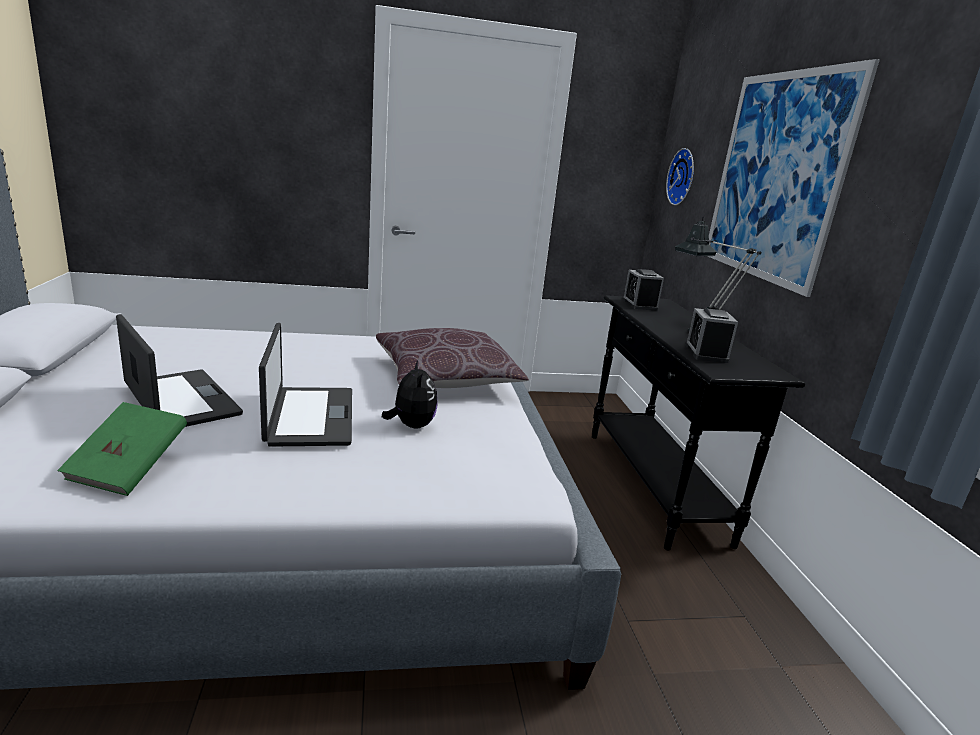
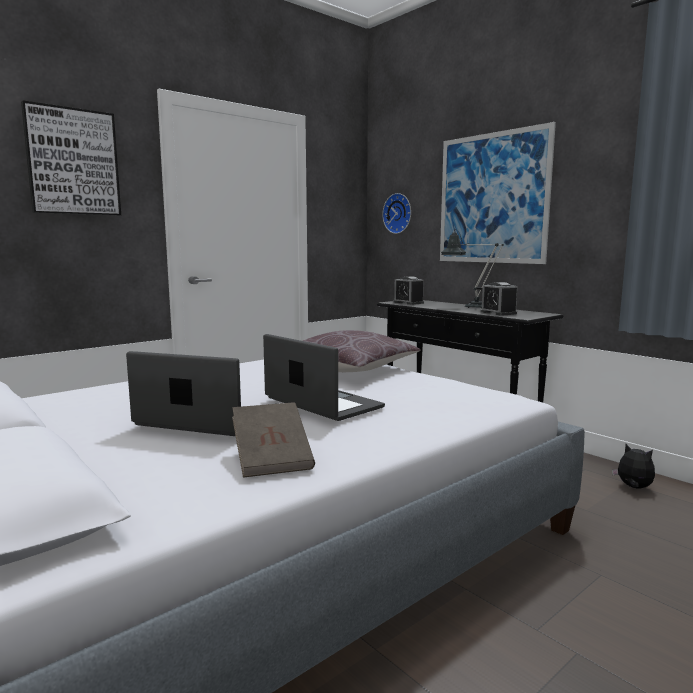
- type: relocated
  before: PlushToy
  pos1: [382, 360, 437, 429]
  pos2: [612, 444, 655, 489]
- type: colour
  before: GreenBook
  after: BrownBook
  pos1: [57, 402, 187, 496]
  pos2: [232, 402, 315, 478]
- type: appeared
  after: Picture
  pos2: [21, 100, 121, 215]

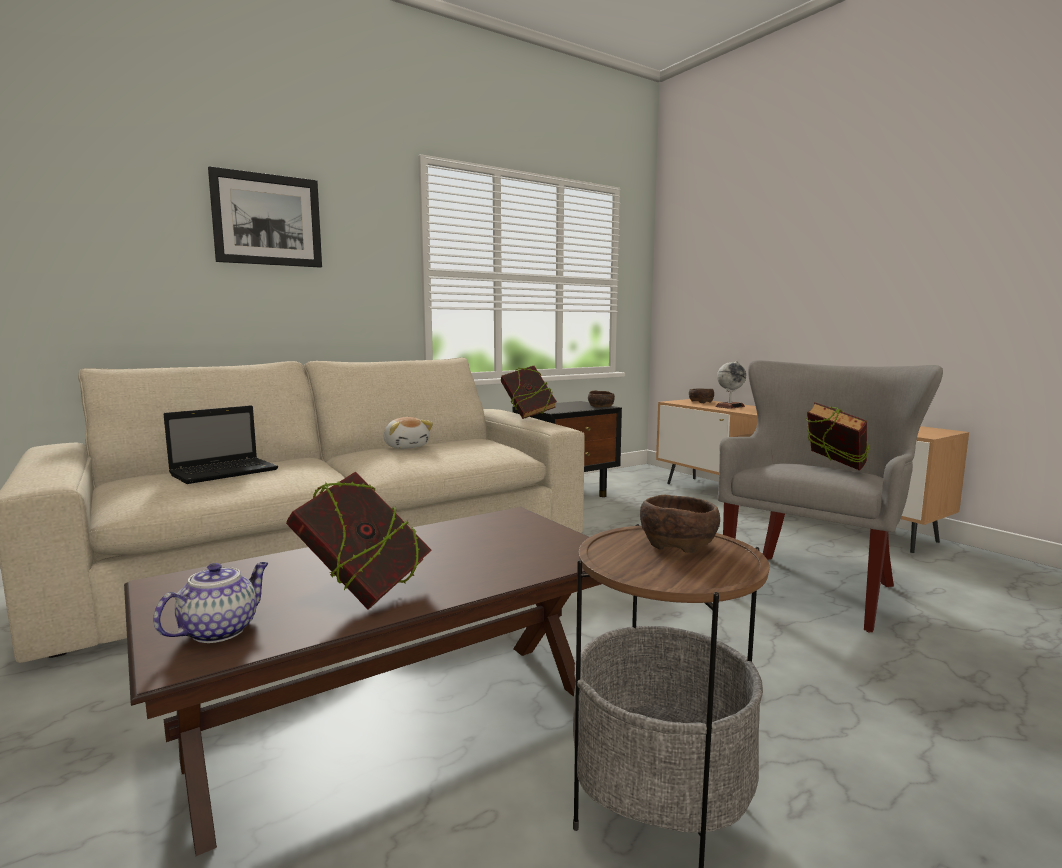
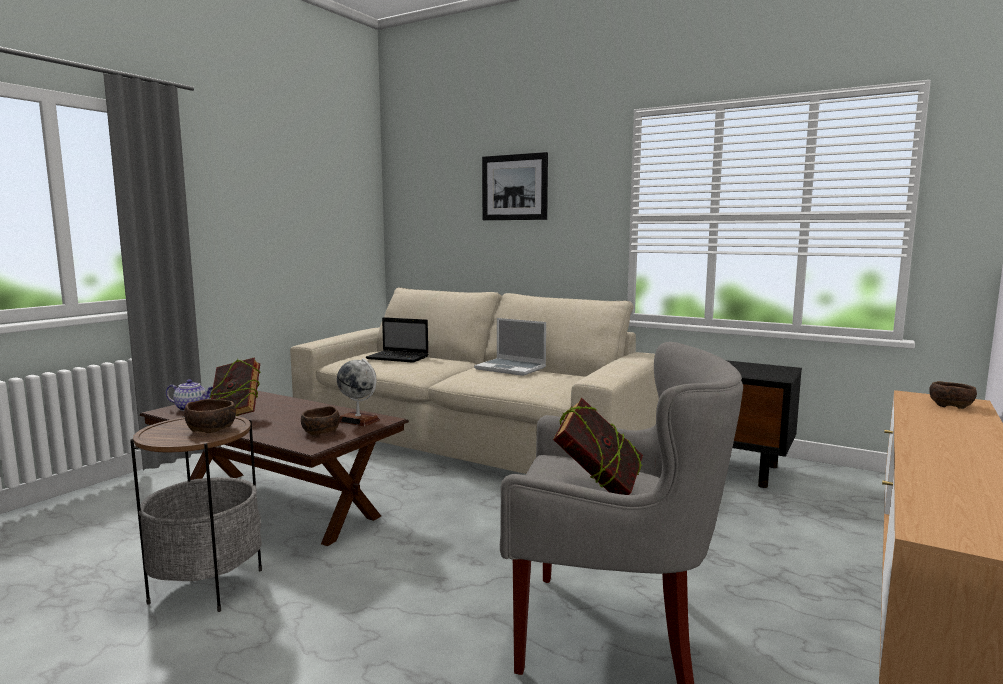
- type: relocated
  before: Globe
  pos1: [715, 360, 746, 409]
  pos2: [337, 358, 380, 426]
- type: missing
  before: Book
  pos1: [501, 366, 557, 419]
- type: relocated
  before: BrownBowl
  pos1: [588, 390, 615, 408]
  pos2: [301, 406, 340, 436]
- type: exchanged
  before: PlushToy
  after: Laptop
  pos1: [384, 417, 433, 449]
  pos2: [474, 318, 546, 376]

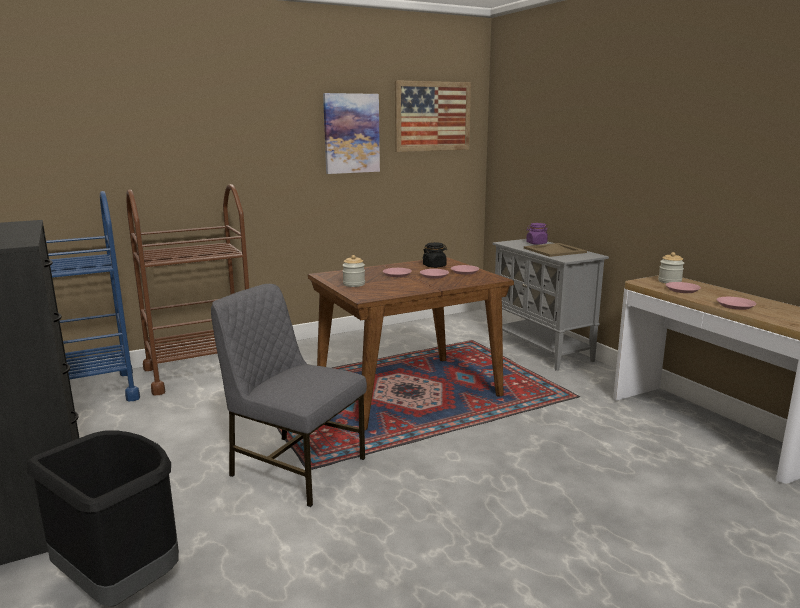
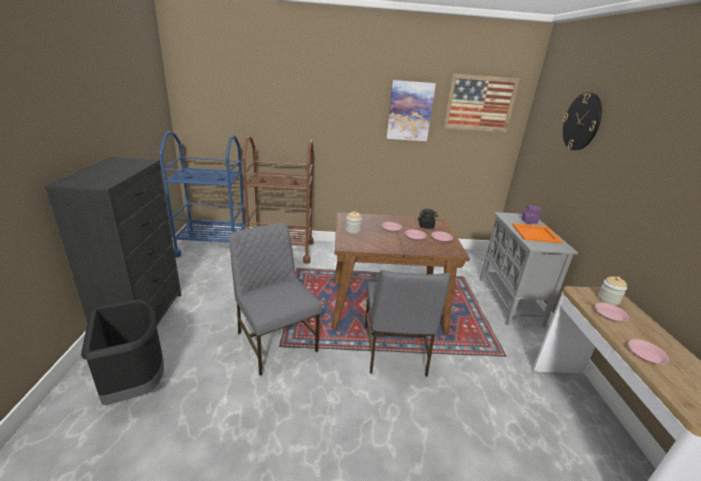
- type: colour
  before: BeigeTray
  after: OrangeTray
  pos1: [524, 243, 587, 257]
  pos2: [512, 223, 562, 243]
- type: appeared
  after: WallClock
  pos2: [563, 92, 602, 150]
- type: appeared
  after: GreyChair
  pos2: [364, 270, 451, 377]

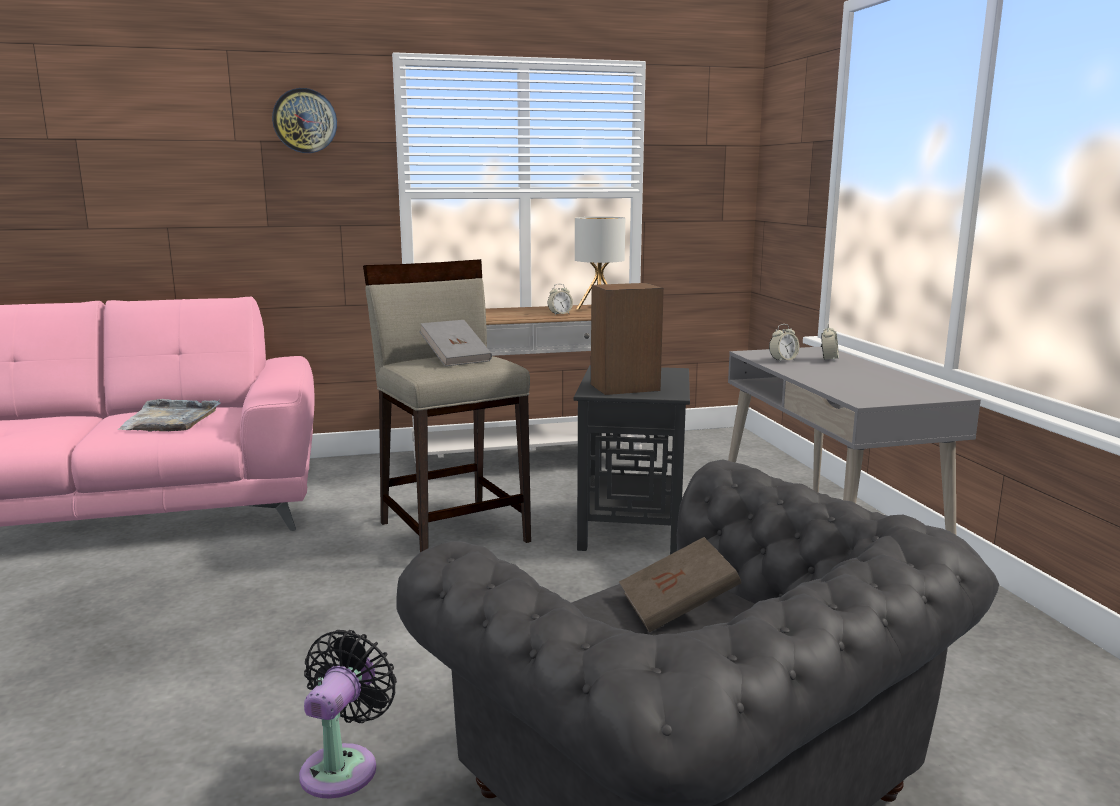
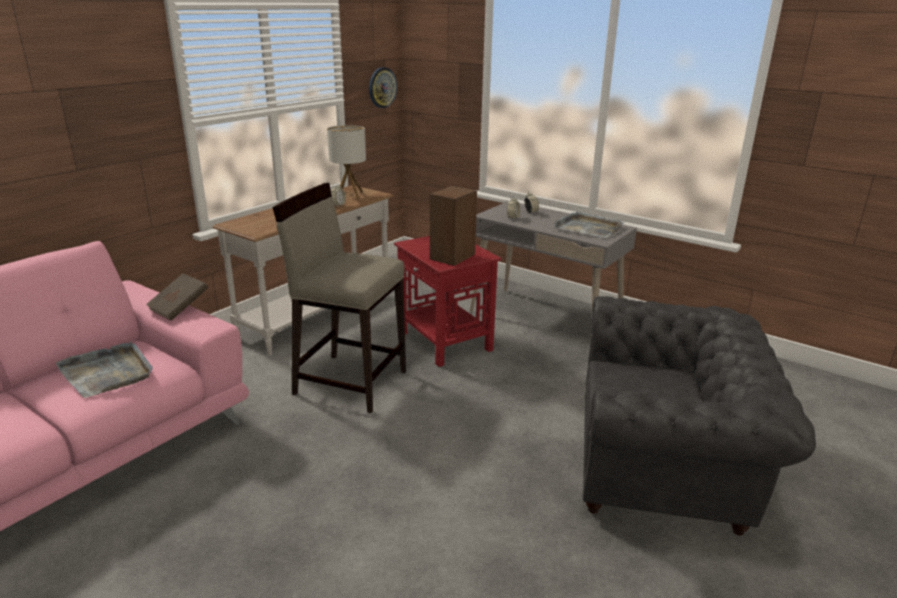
- type: relocated
  before: WallClock
  pos1: [272, 88, 337, 153]
  pos2: [369, 67, 397, 108]
- type: missing
  before: GreyBook
  pos1: [419, 320, 492, 366]
- type: colour
  before: BlackSideTable
  after: RedSideTable
  pos1: [574, 365, 690, 555]
  pos2: [394, 236, 502, 367]
- type: relocated
  before: BrownBook
  pos1: [619, 537, 741, 632]
  pos2: [146, 273, 208, 321]
- type: missing
  before: BlackFan
  pos1: [299, 630, 397, 799]
- type: appeared
  after: GreyTray
  pos2: [553, 211, 623, 238]

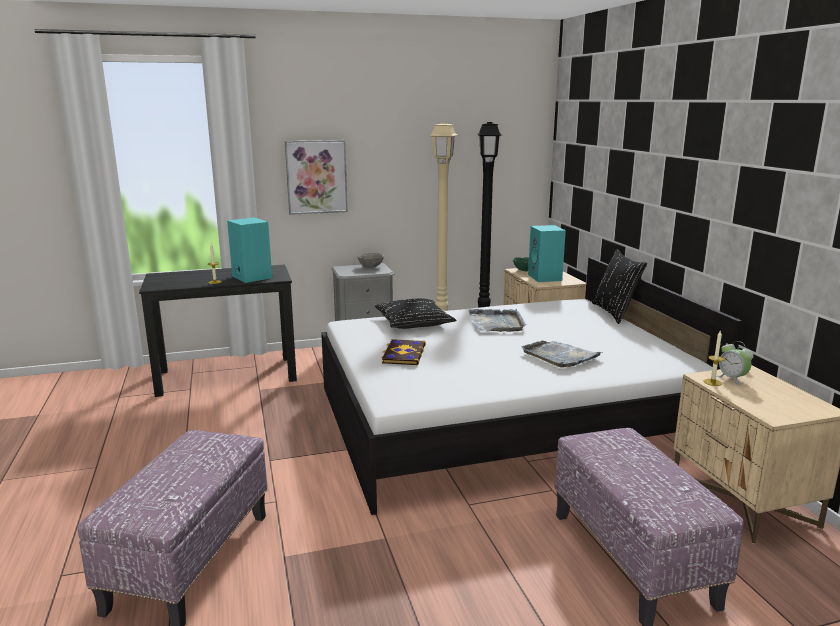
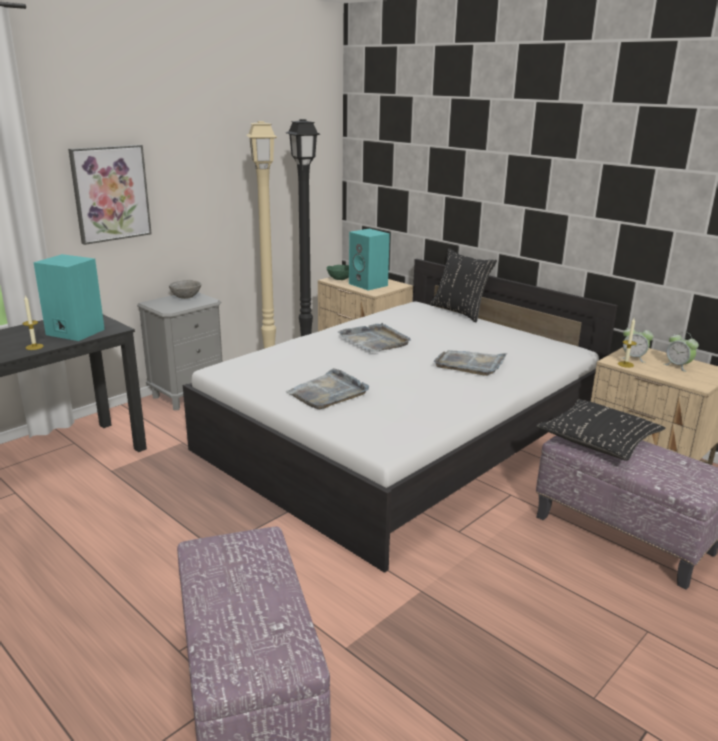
- type: relocated
  before: BlackPillow
  pos1: [374, 298, 456, 329]
  pos2: [536, 399, 665, 461]
- type: exchanged
  before: Book
  after: GreyTray
  pos1: [381, 339, 426, 365]
  pos2: [285, 368, 369, 410]
- type: appeared
  after: AlarmClock
  pos2: [664, 332, 699, 372]

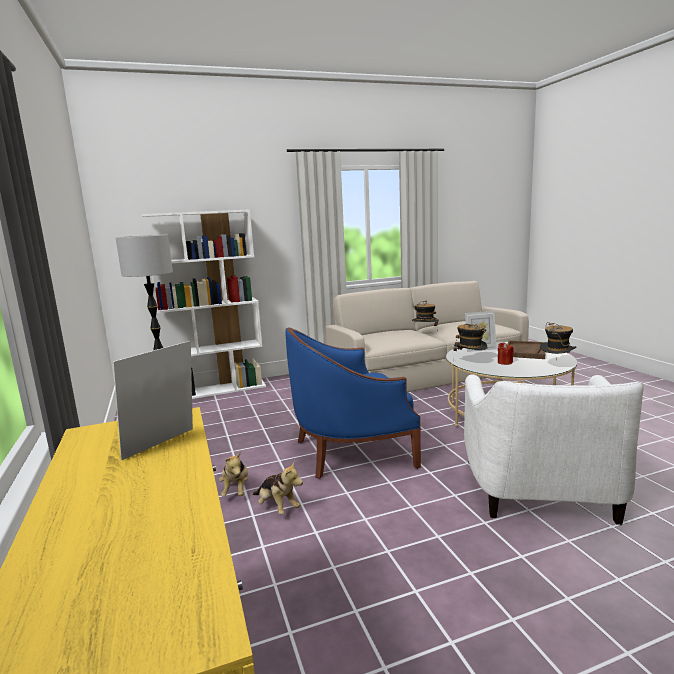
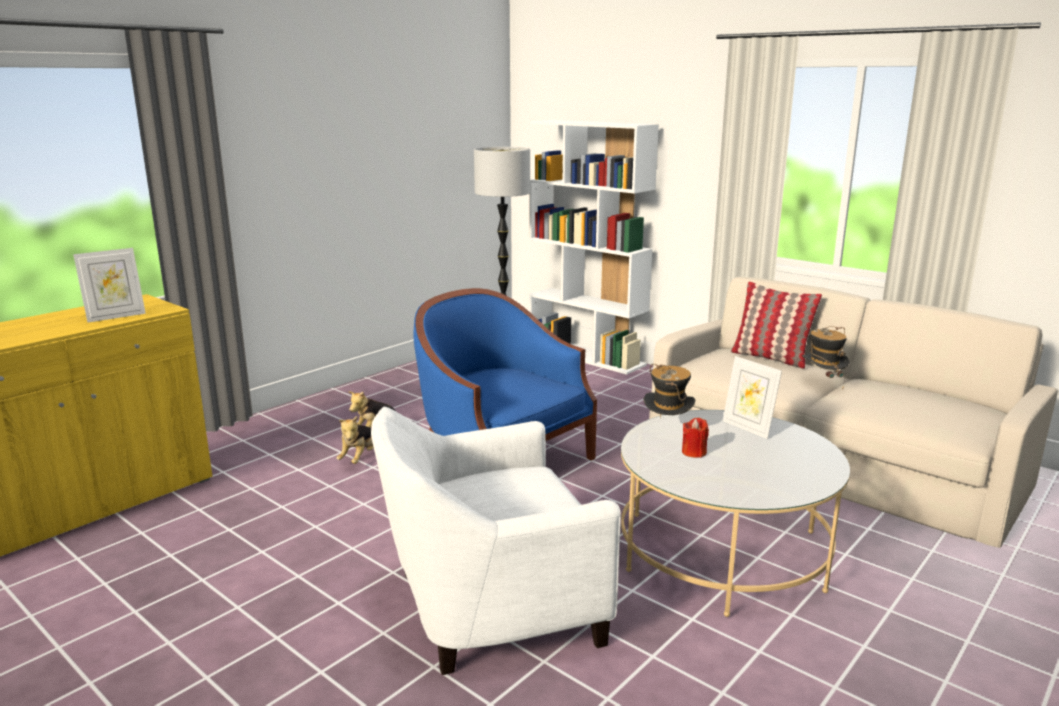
- type: missing
  before: Hat
  pos1: [540, 322, 576, 361]
- type: missing
  before: BrownTray
  pos1: [507, 340, 546, 359]
- type: spun
  before: PictureFrame
  pos1: [113, 341, 193, 460]
  pos2: [73, 248, 146, 323]
  turn: 135
- type: appeared
  after: Pillow
  pos2: [731, 281, 822, 369]

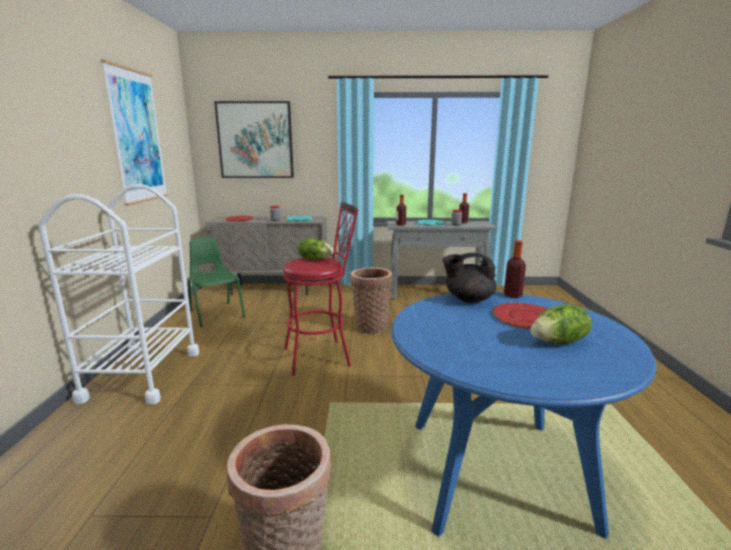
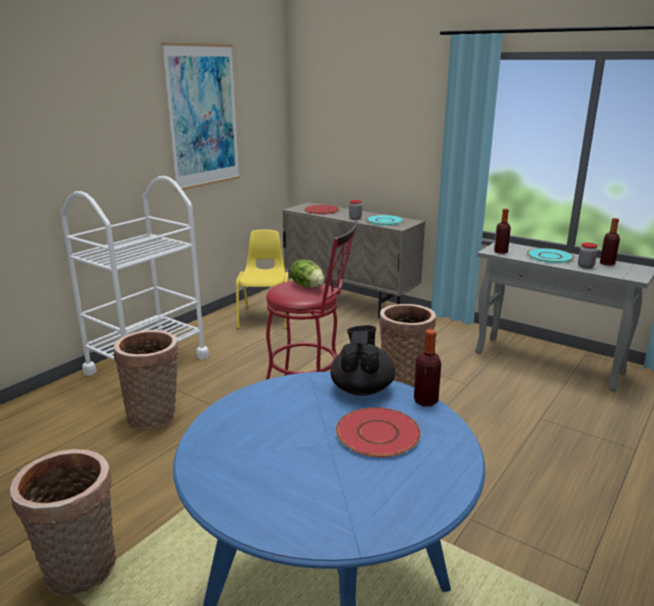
- type: missing
  before: Picture
  pos1: [214, 101, 294, 178]
- type: colour
  before: GreenChair
  after: YellowChair
  pos1: [188, 237, 246, 327]
  pos2: [236, 229, 289, 329]
- type: spun
  before: BlackTeapot
  pos1: [443, 253, 497, 303]
  pos2: [330, 325, 395, 396]
  turn: 60
- type: missing
  before: Lettuce
  pos1: [531, 304, 592, 344]
- type: appeared
  after: Basket
  pos2: [114, 330, 179, 430]

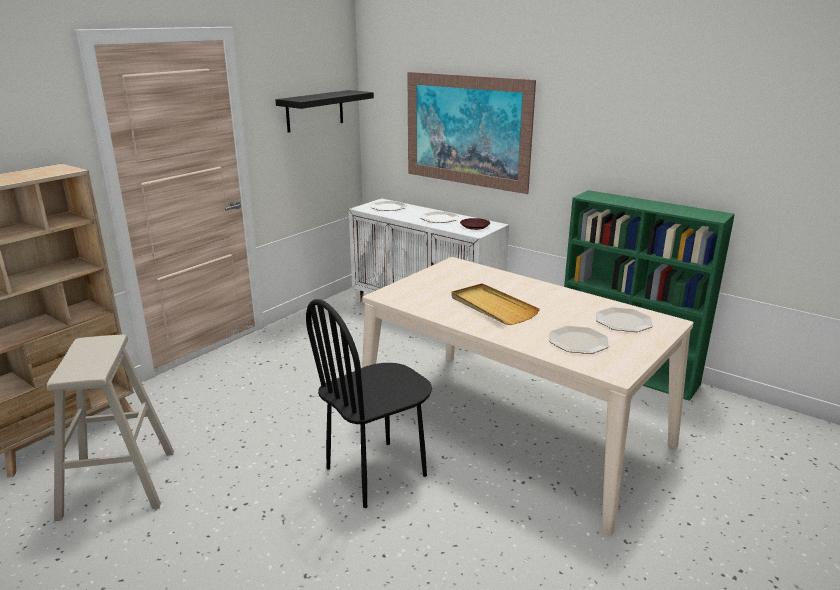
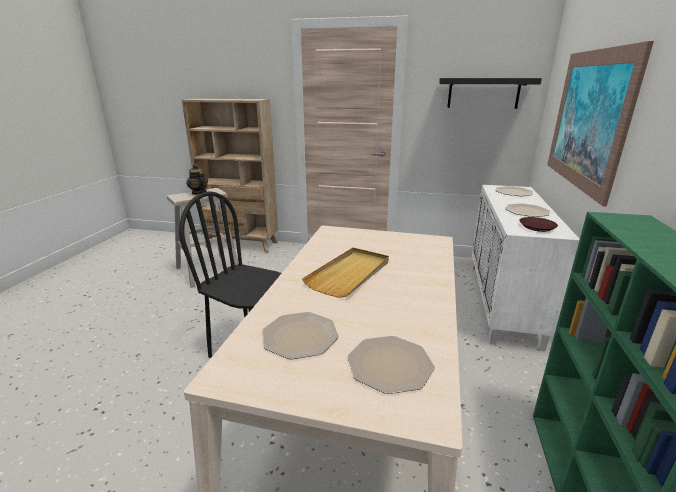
- type: appeared
  after: Teapot
  pos2: [186, 164, 208, 195]

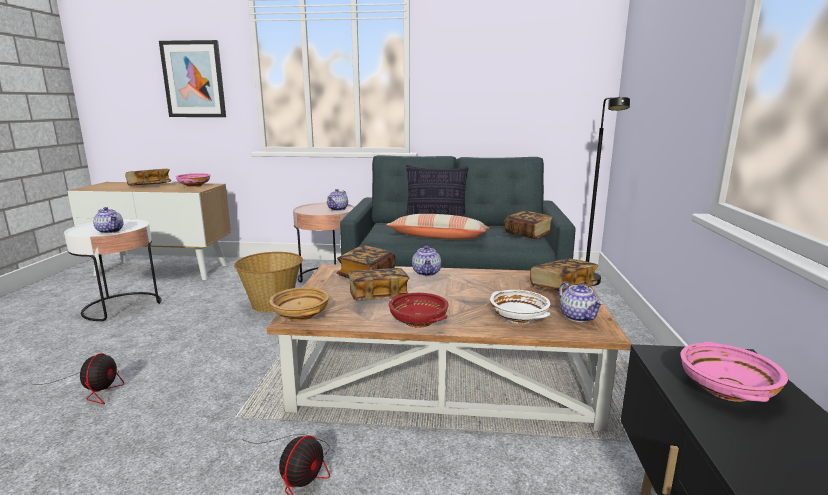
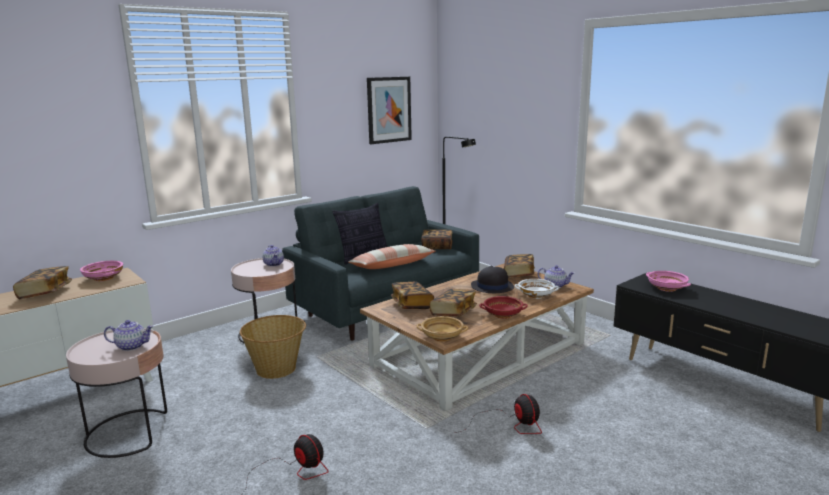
- type: relocated
  before: Picture
  pos1: [159, 40, 226, 117]
  pos2: [367, 77, 412, 144]
- type: colour
  before: WhiteSideTable
  after: PinkSideTable
  pos1: [64, 219, 161, 322]
  pos2: [66, 328, 167, 458]
- type: missing
  before: Teapot
  pos1: [412, 245, 441, 276]
- type: appeared
  after: BlackHat
  pos2: [471, 265, 514, 293]

